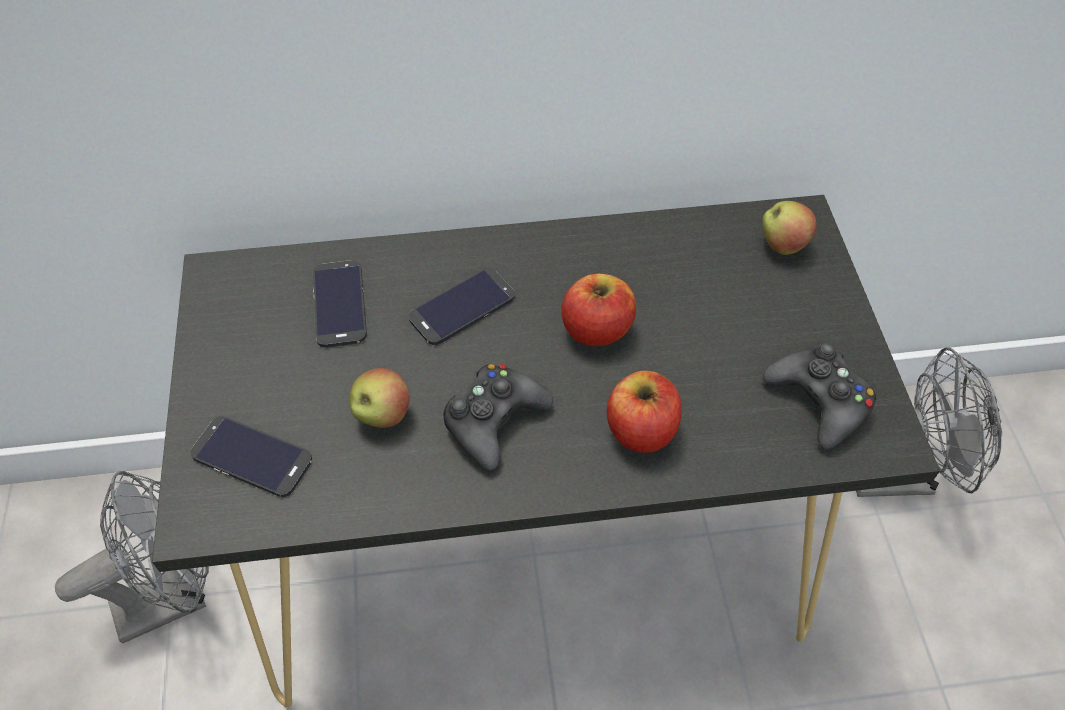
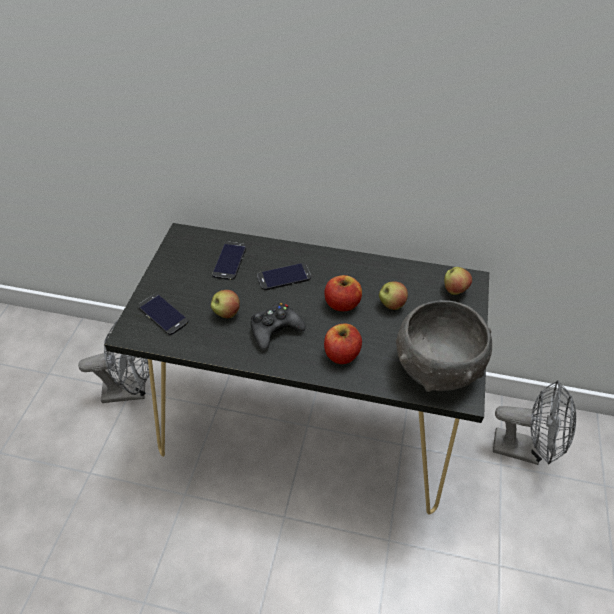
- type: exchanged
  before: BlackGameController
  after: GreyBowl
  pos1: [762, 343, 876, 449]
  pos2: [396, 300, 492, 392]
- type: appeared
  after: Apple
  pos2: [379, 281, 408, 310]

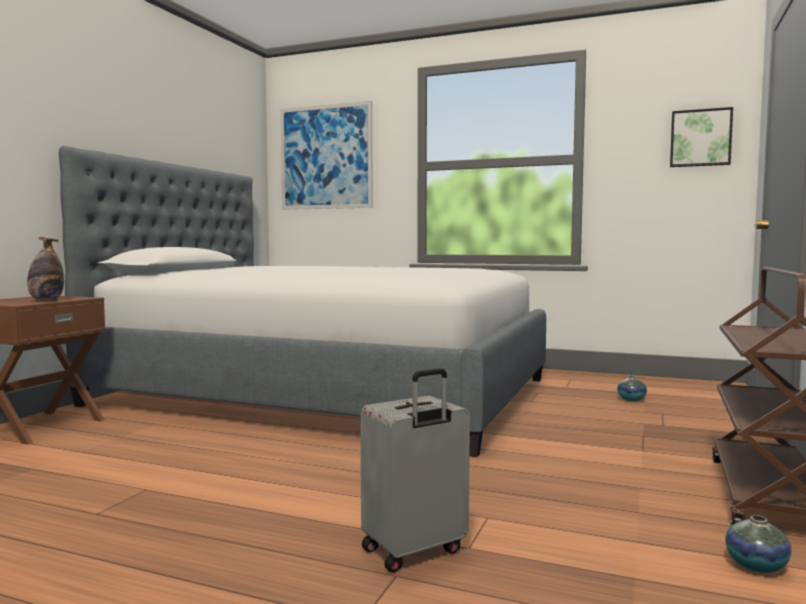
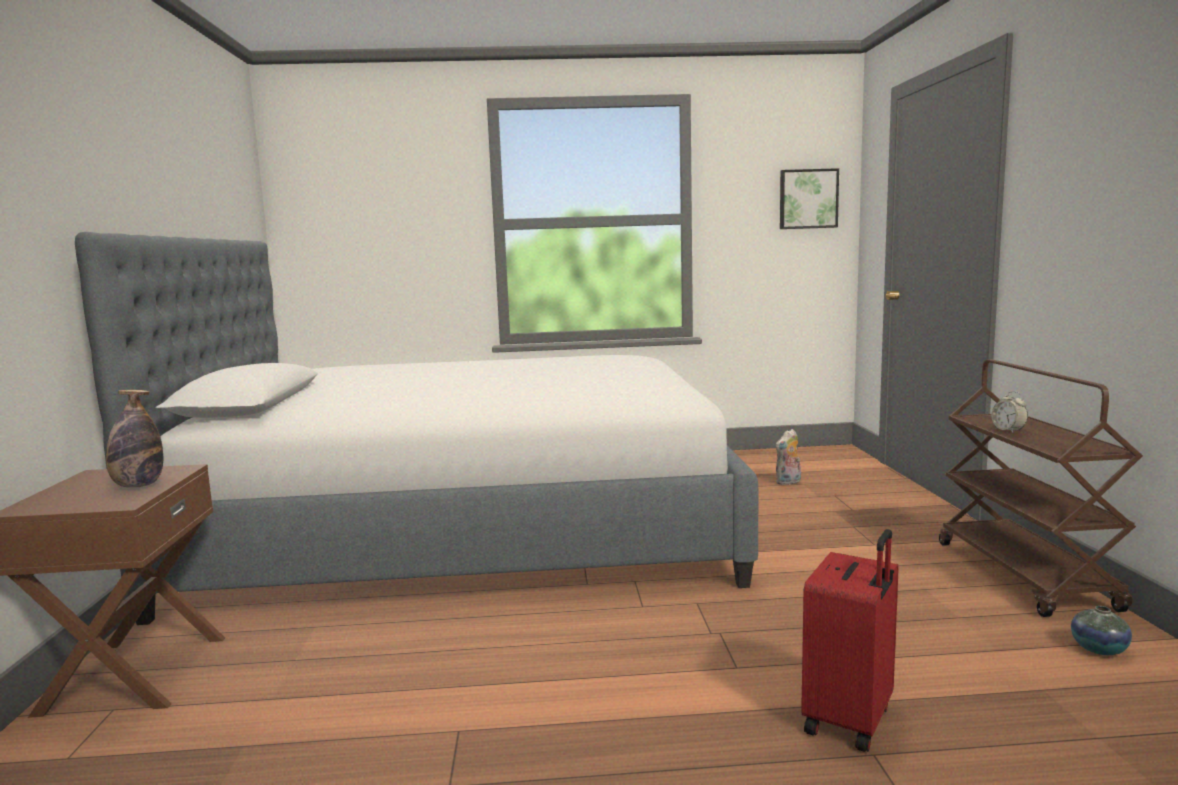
- type: missing
  before: Picture
  pos1: [280, 101, 373, 210]
- type: colour
  before: GreySuitcase
  after: RedSuitcase
  pos1: [360, 368, 470, 572]
  pos2: [801, 529, 899, 752]
- type: exchanged
  before: Vase
  after: PlushToy
  pos1: [617, 376, 647, 401]
  pos2: [776, 429, 801, 485]
- type: appeared
  after: AlarmClock
  pos2: [992, 391, 1028, 433]

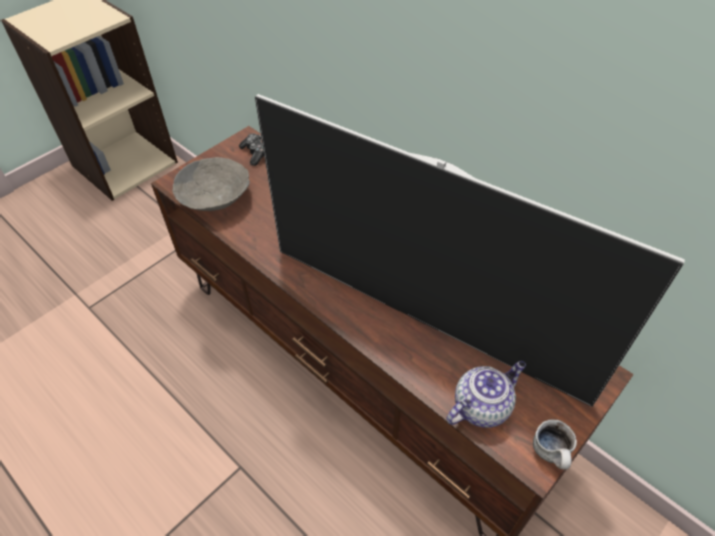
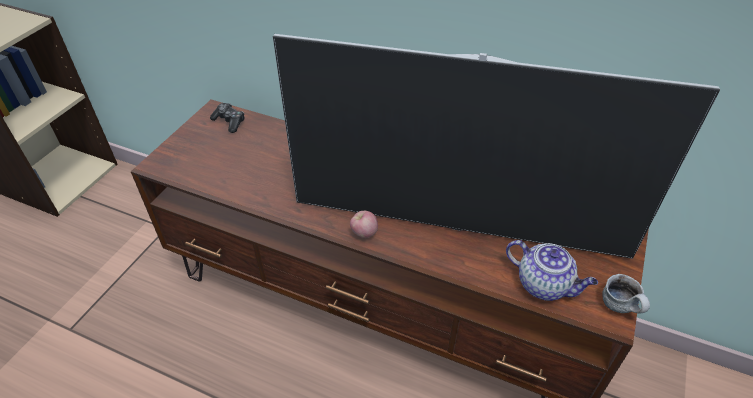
- type: missing
  before: GreyBowl
  pos1: [172, 157, 250, 211]
- type: spun
  before: Teapot
  pos1: [446, 361, 526, 428]
  pos2: [506, 240, 598, 301]
  turn: 90
- type: appeared
  after: Apple
  pos2: [350, 211, 378, 238]

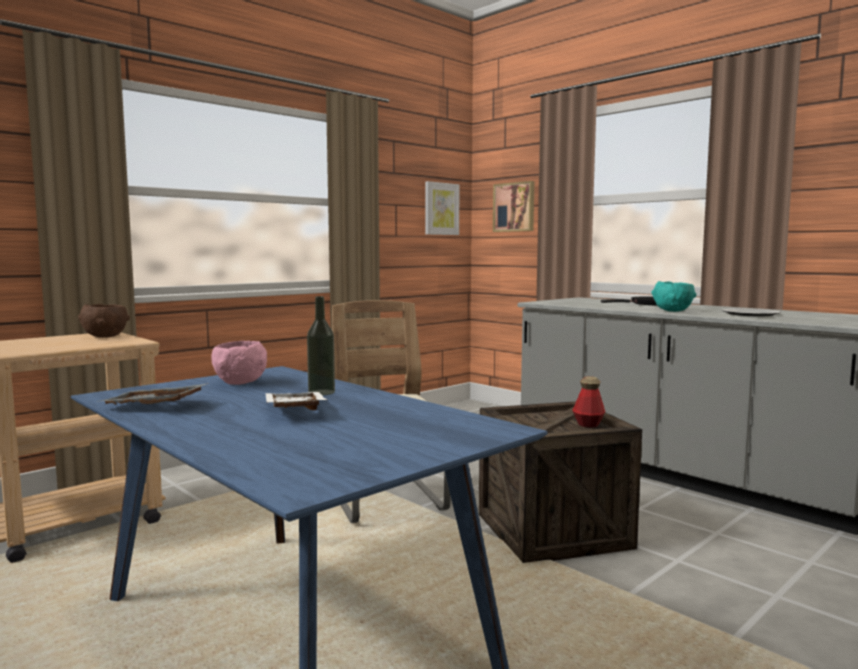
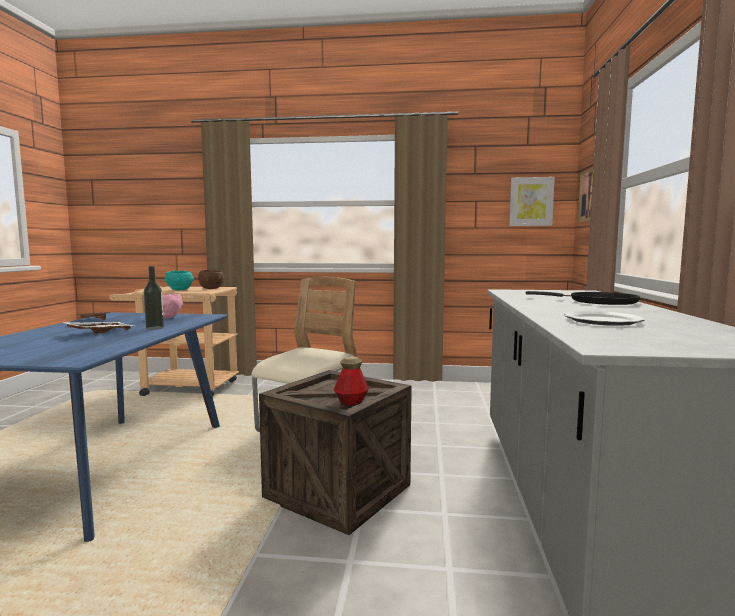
- type: relocated
  before: TurquoiseBowl
  pos1: [652, 281, 696, 312]
  pos2: [165, 270, 194, 290]

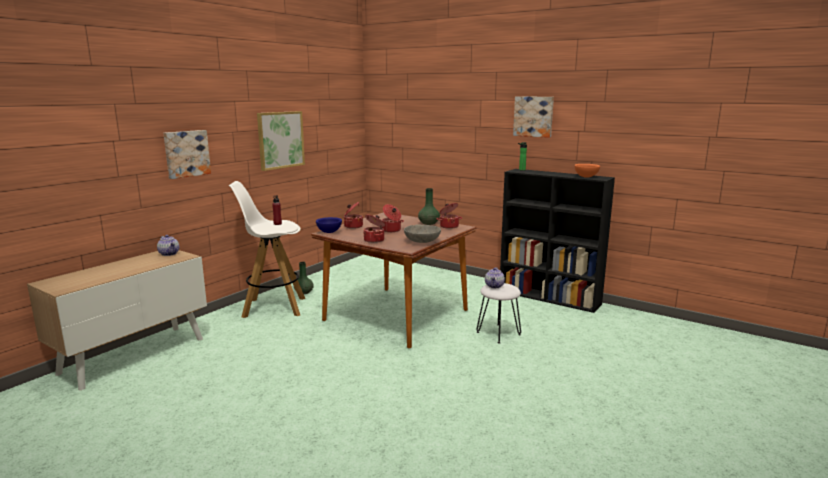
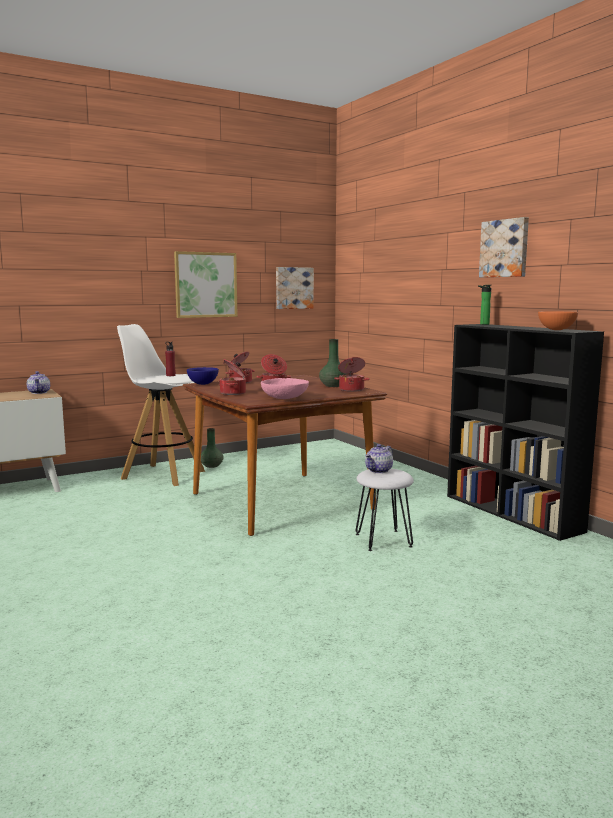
- type: relocated
  before: Picture
  pos1: [163, 130, 211, 179]
  pos2: [276, 267, 314, 309]
- type: colour
  before: GreyBowl
  after: PinkBowl
  pos1: [404, 225, 441, 243]
  pos2: [261, 378, 309, 399]

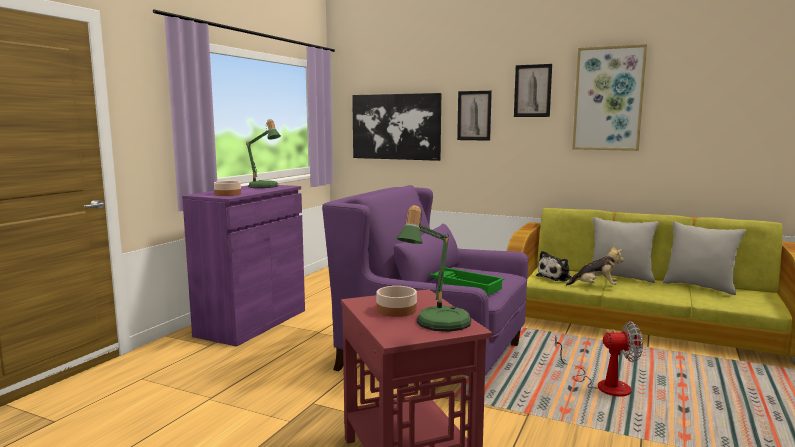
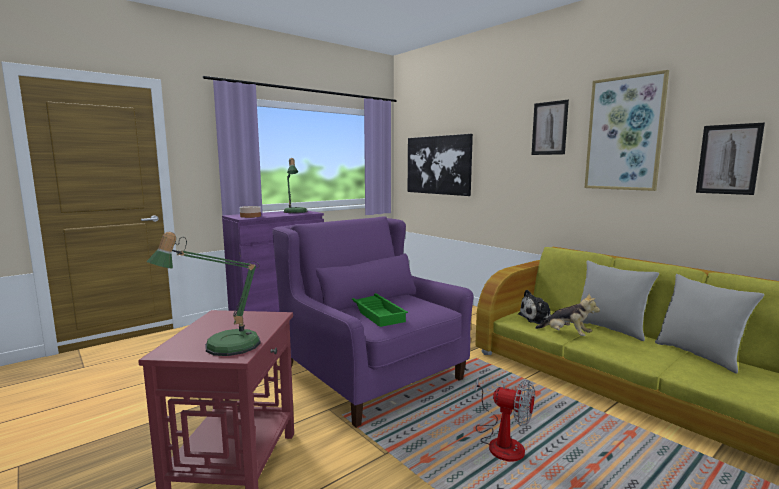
- type: relocated
  before: Picture
  pos1: [457, 91, 492, 141]
  pos2: [696, 123, 765, 195]
- type: missing
  before: Bowl
  pos1: [376, 286, 417, 317]

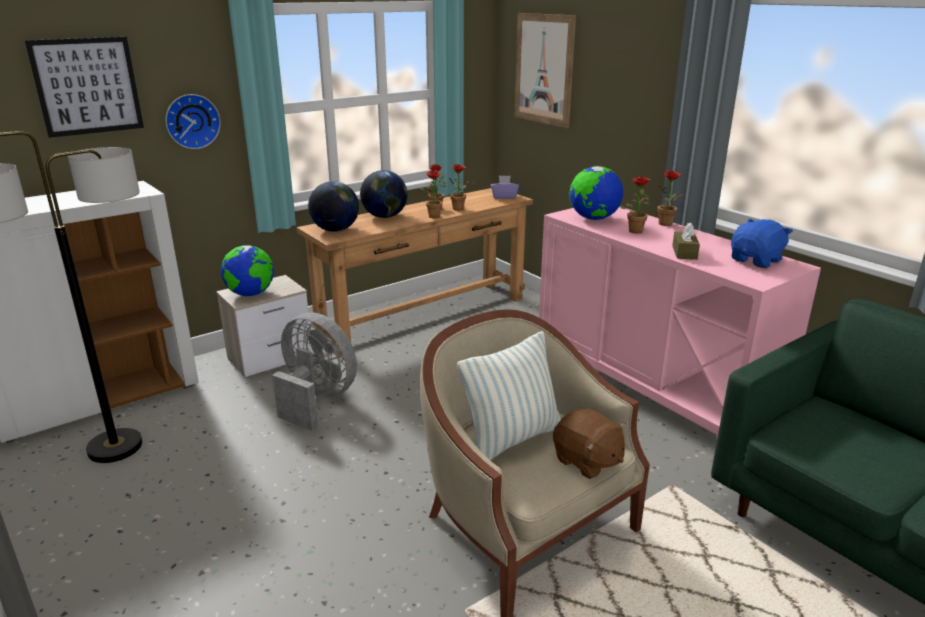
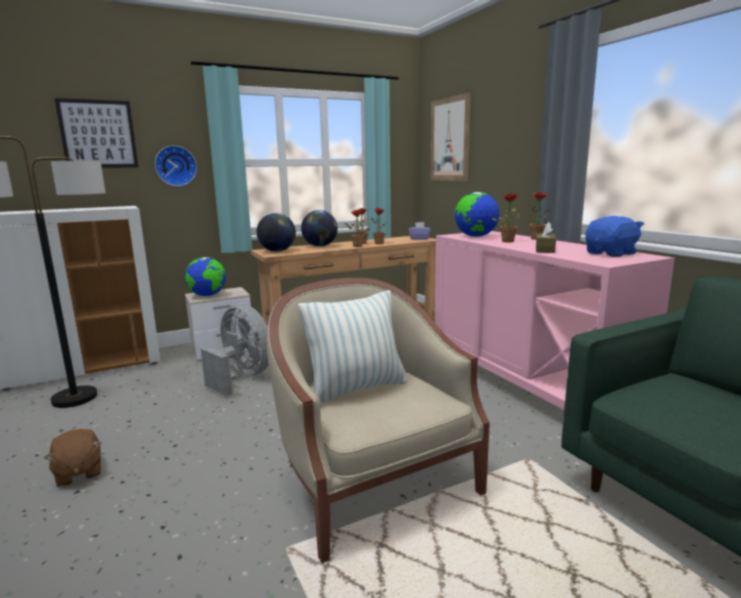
- type: relocated
  before: BrownPlushToy
  pos1: [553, 409, 626, 479]
  pos2: [44, 429, 101, 487]

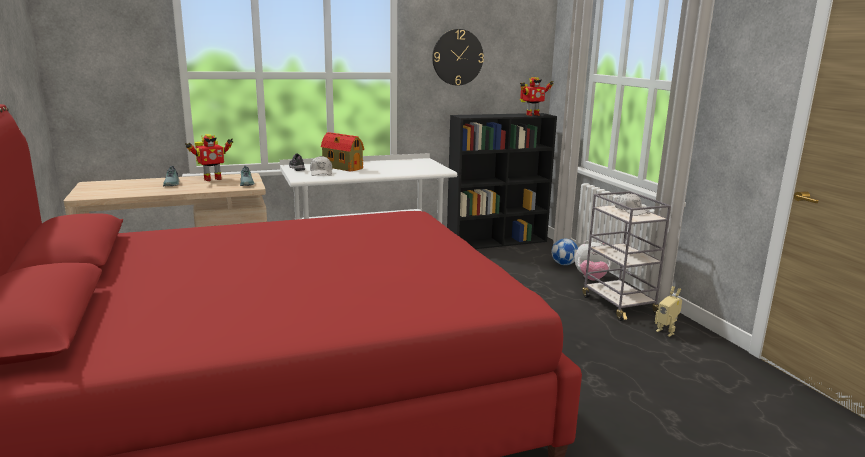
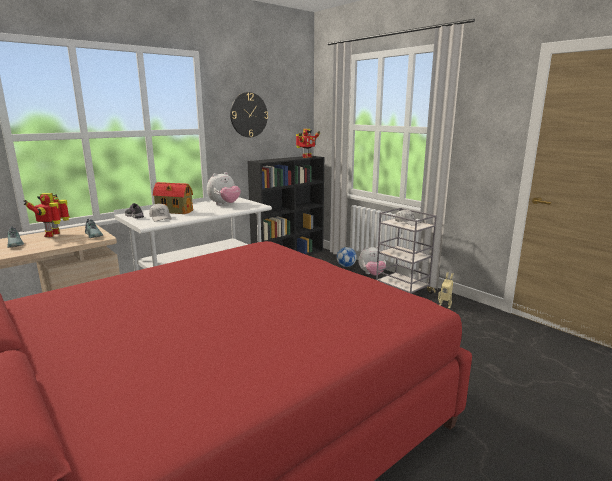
- type: spun
  before: ToyRobot
  pos1: [185, 134, 233, 181]
  pos2: [24, 193, 70, 237]
  turn: 150
- type: appeared
  after: PlushToy
  pos2: [207, 172, 241, 205]

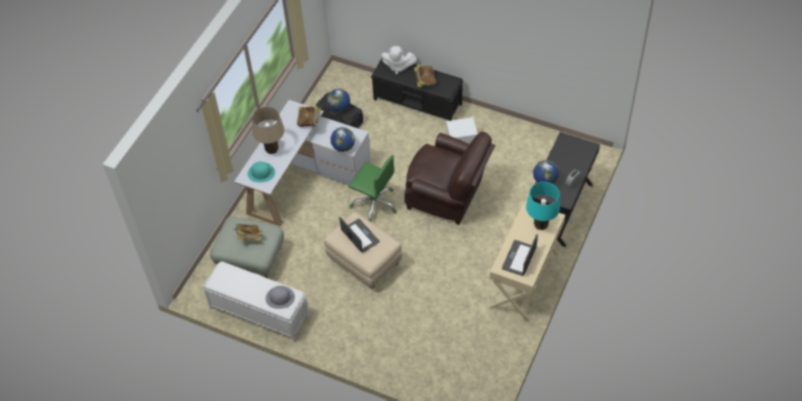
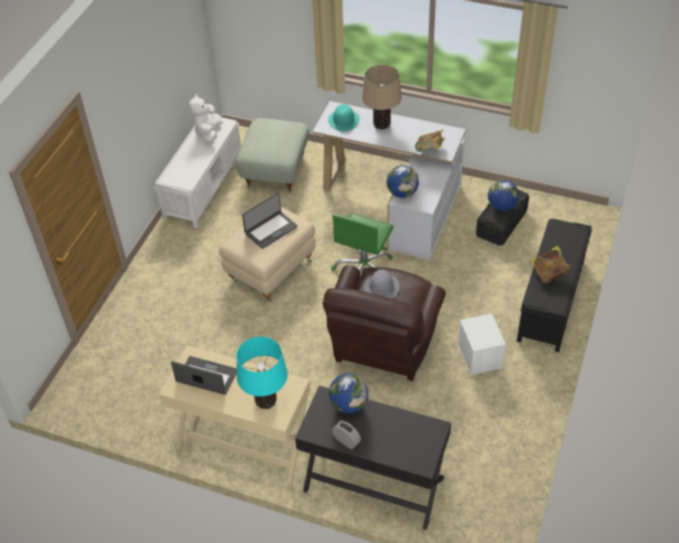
- type: relocated
  before: WhitePlushToy
  pos1: [381, 46, 417, 74]
  pos2: [189, 94, 223, 143]
- type: missing
  before: Book
  pos1: [235, 224, 262, 241]
- type: relocated
  before: GreyHat
  pos1: [266, 286, 295, 309]
  pos2: [364, 270, 399, 299]

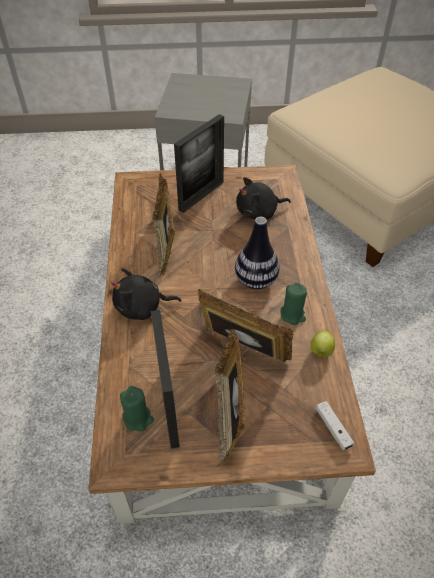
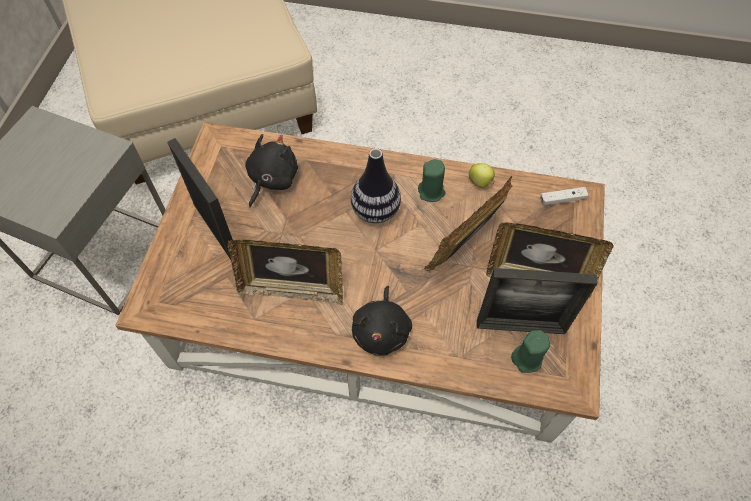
- type: spun
  before: BlackPlushToy
  pos1: [236, 177, 291, 219]
  pos2: [245, 134, 298, 208]
  turn: -150

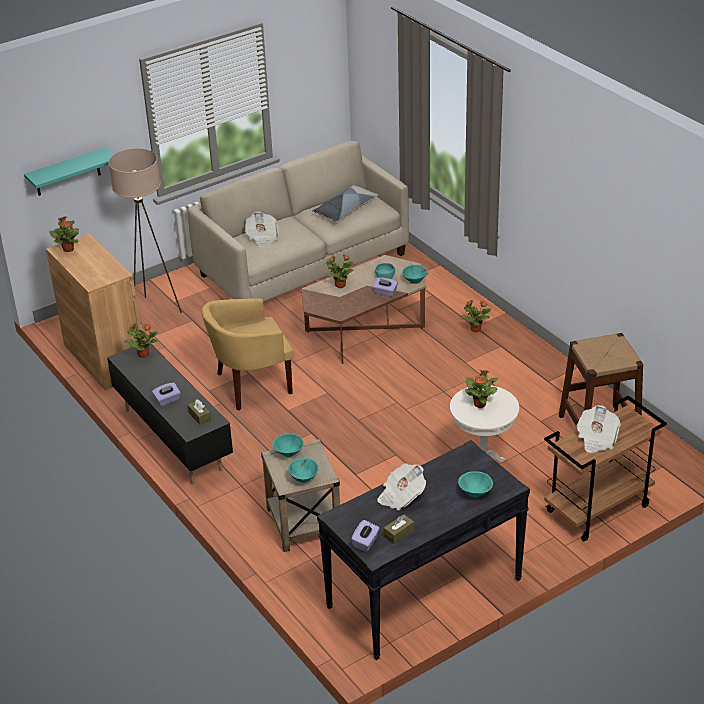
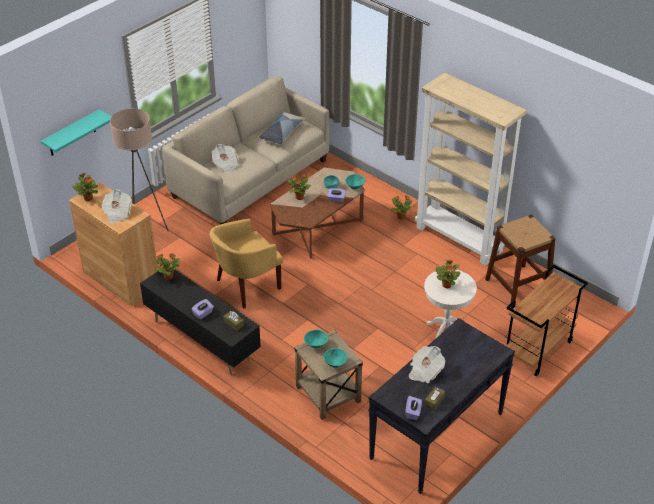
- type: relocated
  before: Newspaper
  pos1: [576, 405, 621, 453]
  pos2: [101, 189, 132, 224]
- type: missing
  before: TurquoiseBowl
  pos1: [458, 471, 493, 497]
- type: appeared
  after: BeigeBookcase
  pos2: [415, 73, 527, 266]

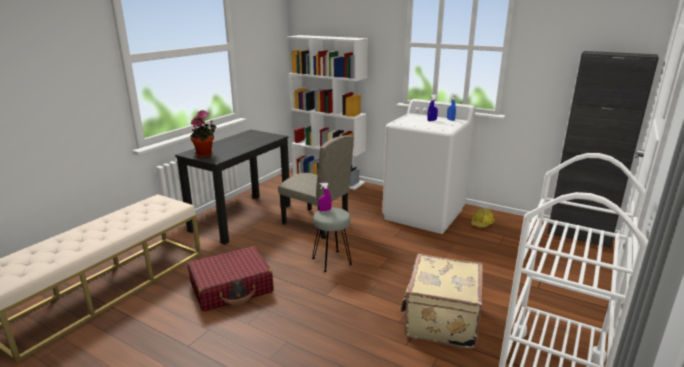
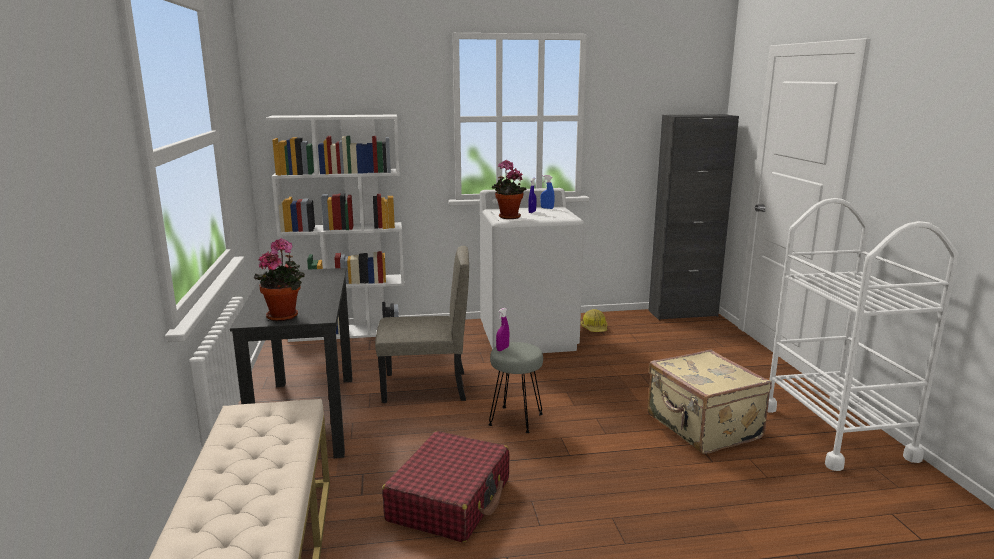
- type: appeared
  after: PottedPlant
  pos2: [492, 160, 527, 219]

